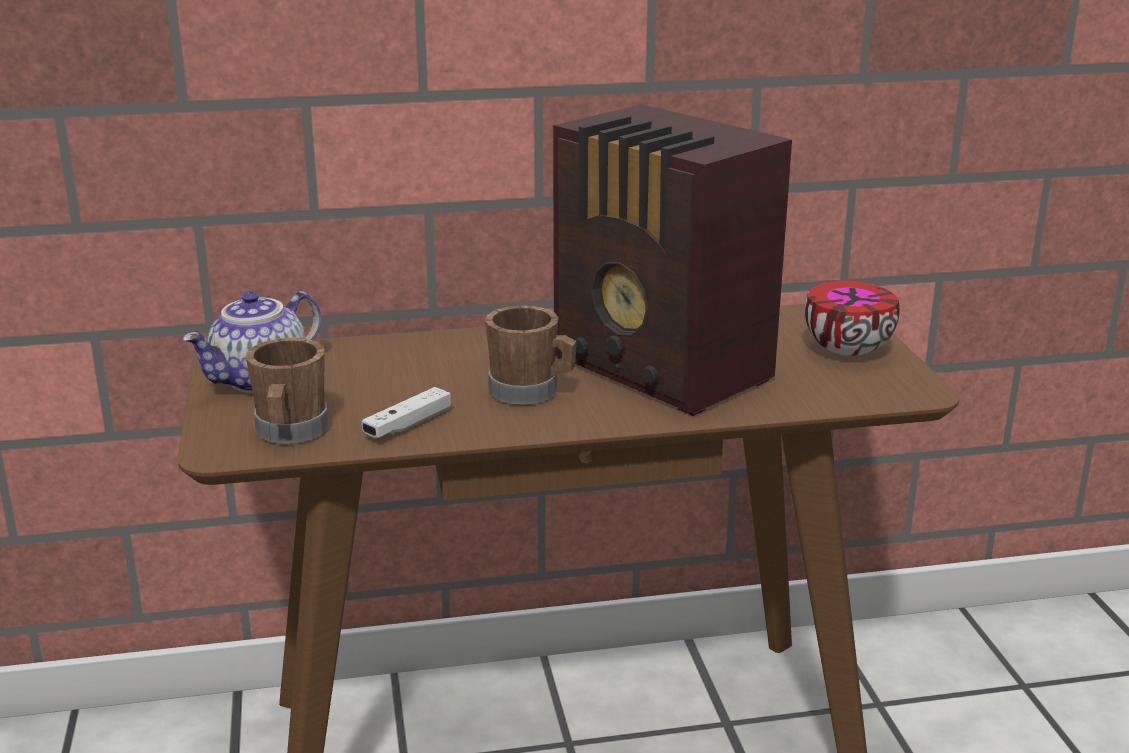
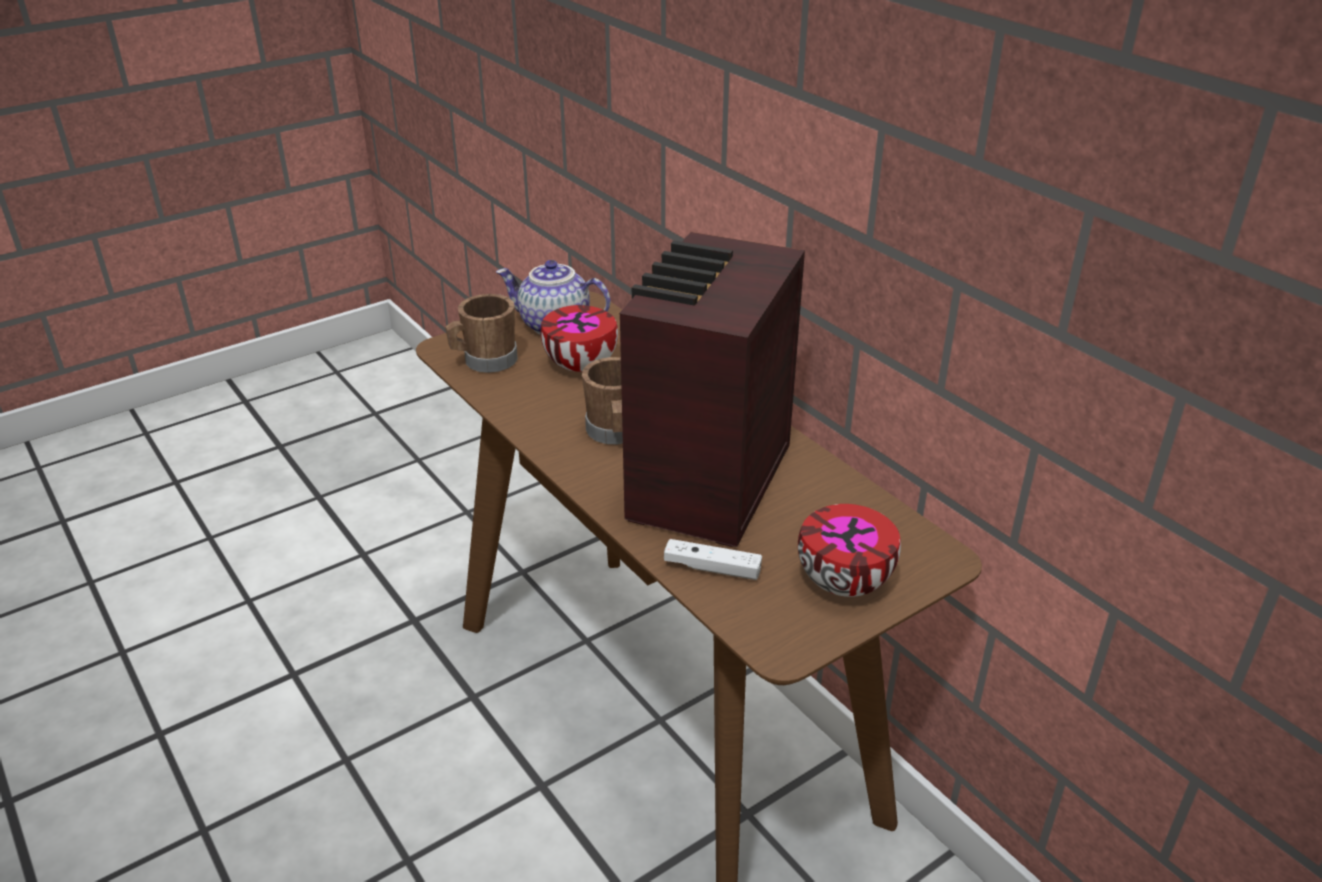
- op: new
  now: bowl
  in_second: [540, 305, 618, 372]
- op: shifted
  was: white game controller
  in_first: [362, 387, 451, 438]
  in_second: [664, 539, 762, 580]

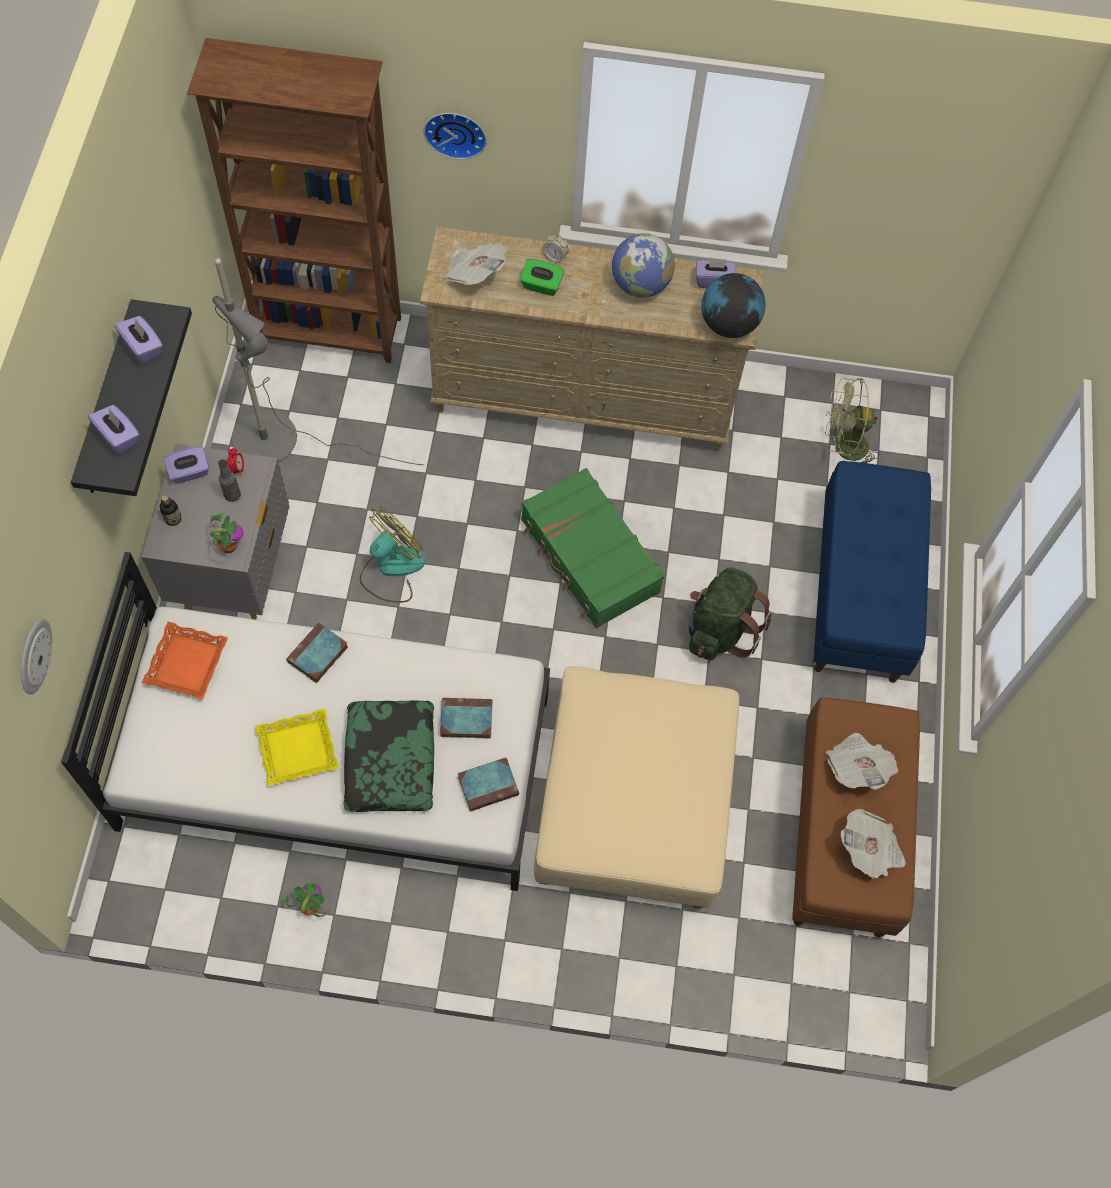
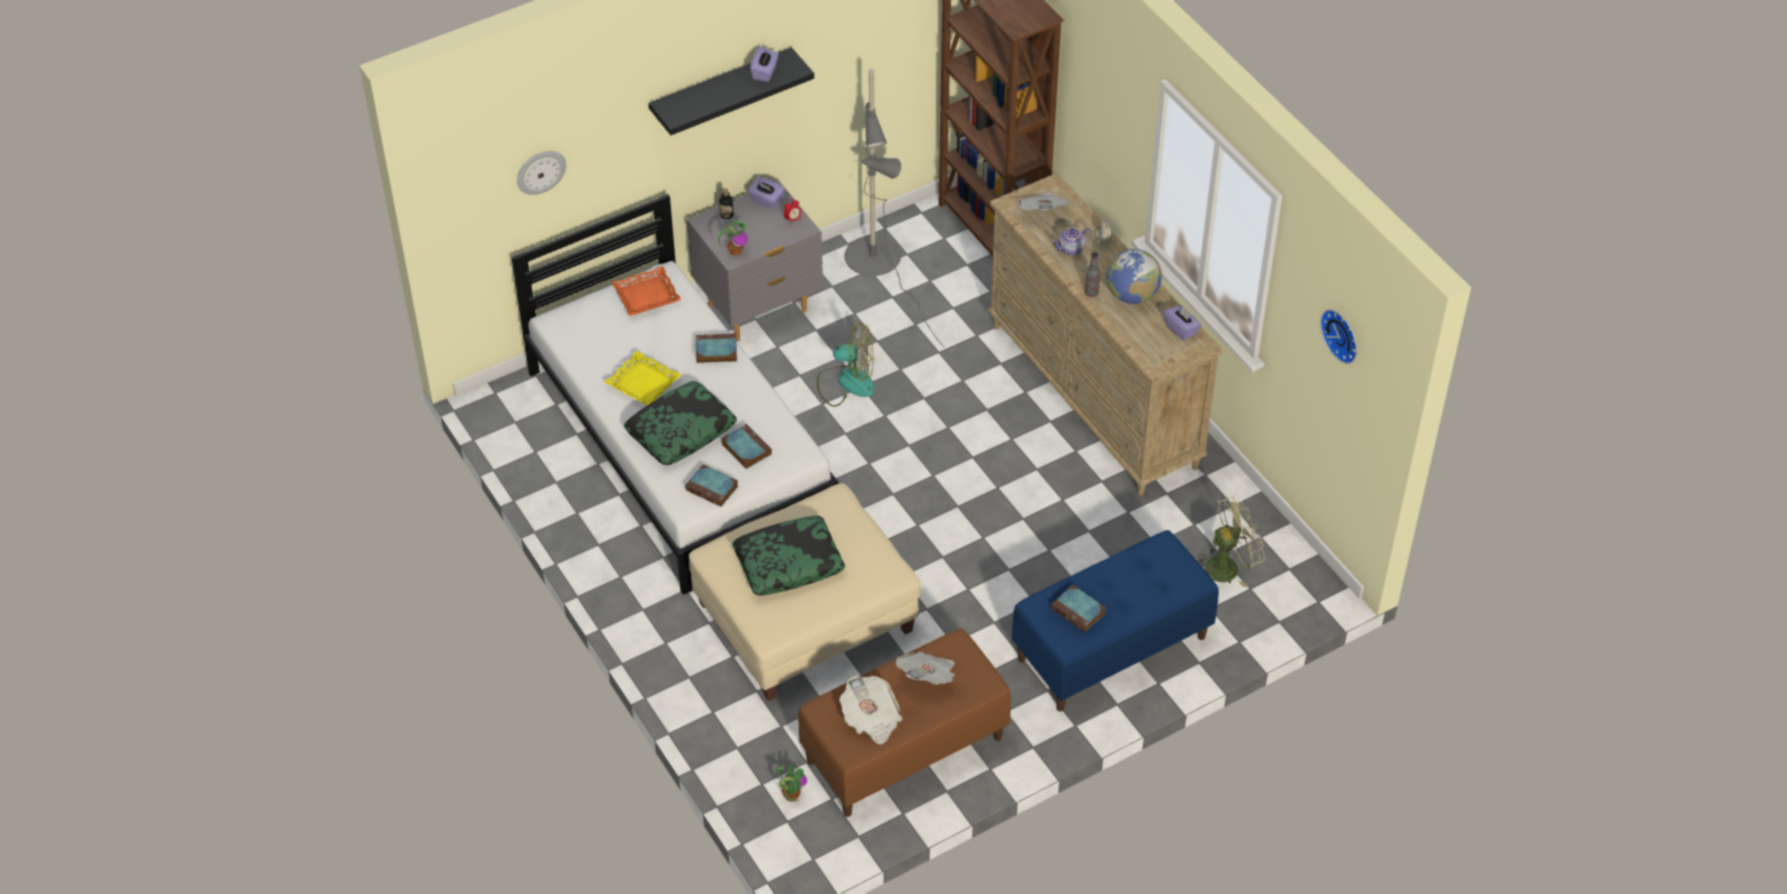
- op: new
  now: pillow
  in_second: [732, 516, 845, 596]
- op: shifted
  was: potted plant
  in_first: [284, 882, 332, 917]
  in_second: [776, 765, 807, 802]
- op: new
  now: book
  in_second: [1051, 585, 1106, 632]
- op: swapped
  was: green tissue box
  now: teapot
  in_first: [520, 259, 564, 296]
  in_second: [1052, 227, 1092, 256]
- op: shifted
  was: bottle
  in_first: [218, 459, 241, 502]
  in_second: [1085, 252, 1100, 297]
- op: rotated
  was: green fan
  in_first: [824, 378, 879, 463]
  in_second: [1198, 495, 1265, 587]
  clockwise: 105
- op: shifted
  was: wall clock
  in_first: [424, 113, 487, 159]
  in_second: [1320, 309, 1357, 364]
- op: gone
  was: purple tissue box
  in_first: [88, 405, 139, 455]
- op: gone
  was: green suitcase
  in_first: [521, 468, 665, 628]
- op: gone
  was: green backpack
  in_first: [688, 568, 772, 660]
- op: gone
  was: globe
  in_first: [701, 273, 766, 338]

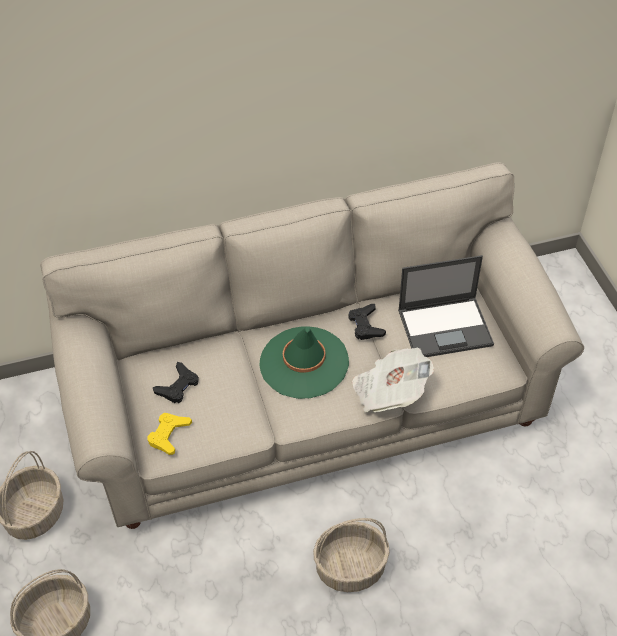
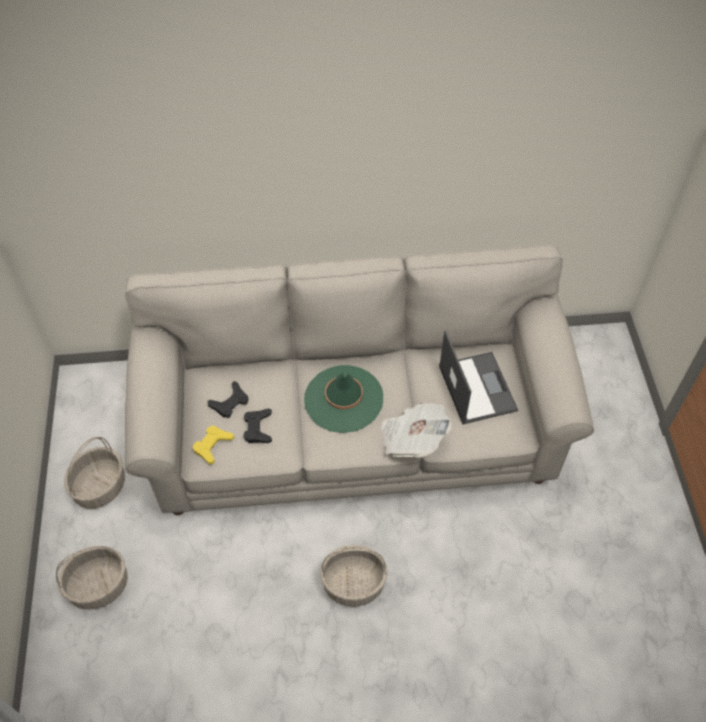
- op: shifted
  was: black game controller
  in_first: [348, 304, 386, 340]
  in_second: [243, 408, 272, 443]
- op: rotated
  was: laptop
  in_first: [398, 255, 494, 357]
  in_second: [439, 330, 518, 425]
  clockwise: -105

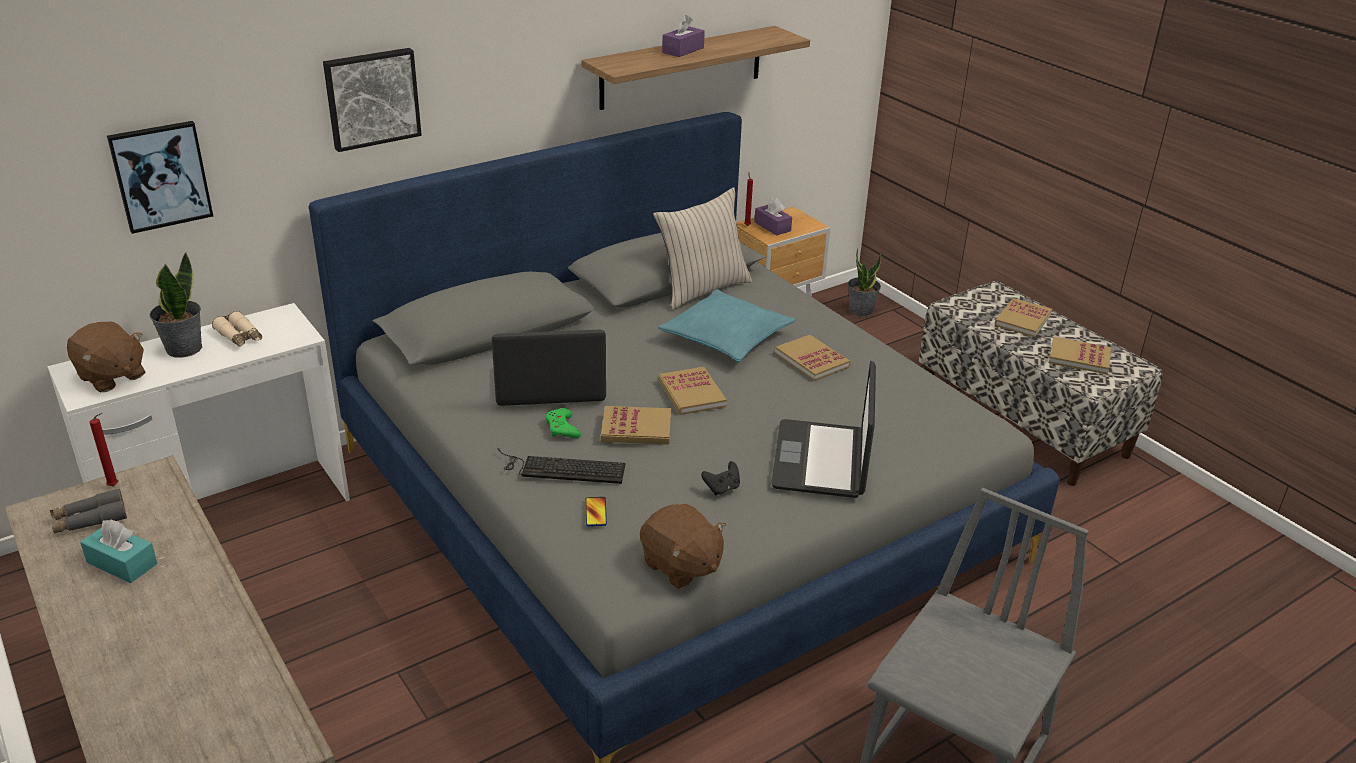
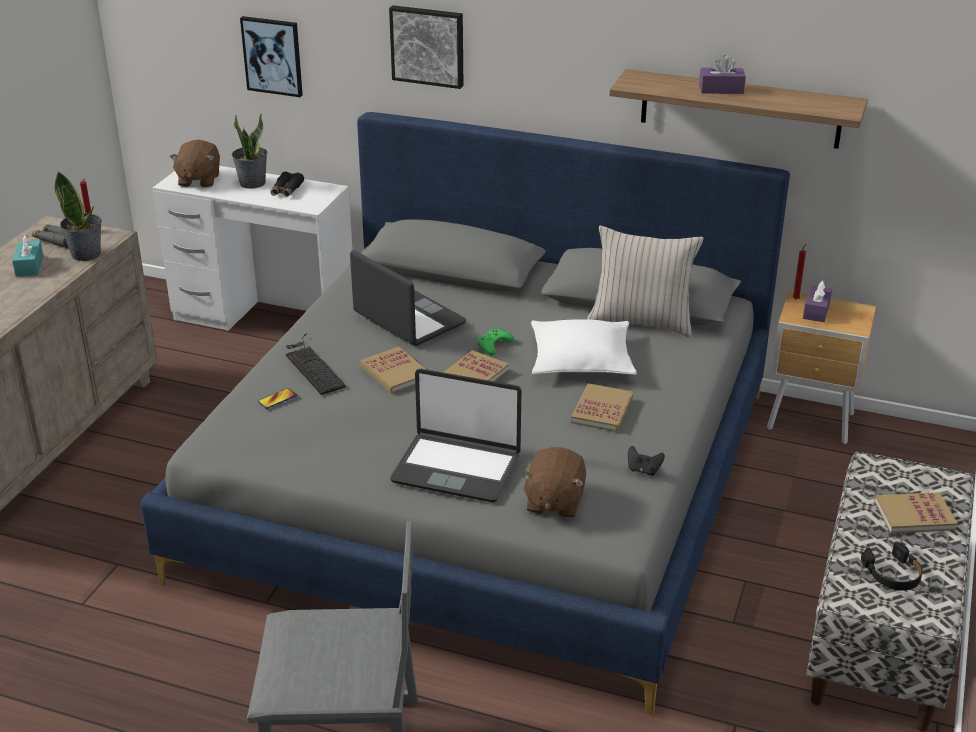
- op: shifted
  was: potted plant
  in_first: [848, 248, 881, 317]
  in_second: [54, 172, 102, 261]
- op: repainted
  was: beige binoculars
  now: black binoculars
  in_first: [212, 311, 262, 347]
  in_second: [270, 171, 304, 197]
- op: rotated
  was: laptop
  in_first: [771, 361, 876, 498]
  in_second: [391, 369, 521, 502]
  clockwise: -135
- op: shifted
  was: green game controller
  in_first: [546, 408, 581, 438]
  in_second: [477, 329, 514, 356]
- op: shifted
  was: brown plush toy
  in_first: [640, 503, 726, 589]
  in_second: [521, 447, 586, 518]
- op: repainted
  was: turquoise pillow
  now: white pillow
  in_first: [658, 289, 795, 362]
  in_second: [531, 319, 637, 375]
- op: shifted
  was: black game controller
  in_first: [701, 461, 740, 495]
  in_second: [628, 446, 665, 476]
- op: swapped
  was: book
  now: black headphones
  in_first: [1049, 337, 1111, 374]
  in_second: [861, 542, 923, 591]

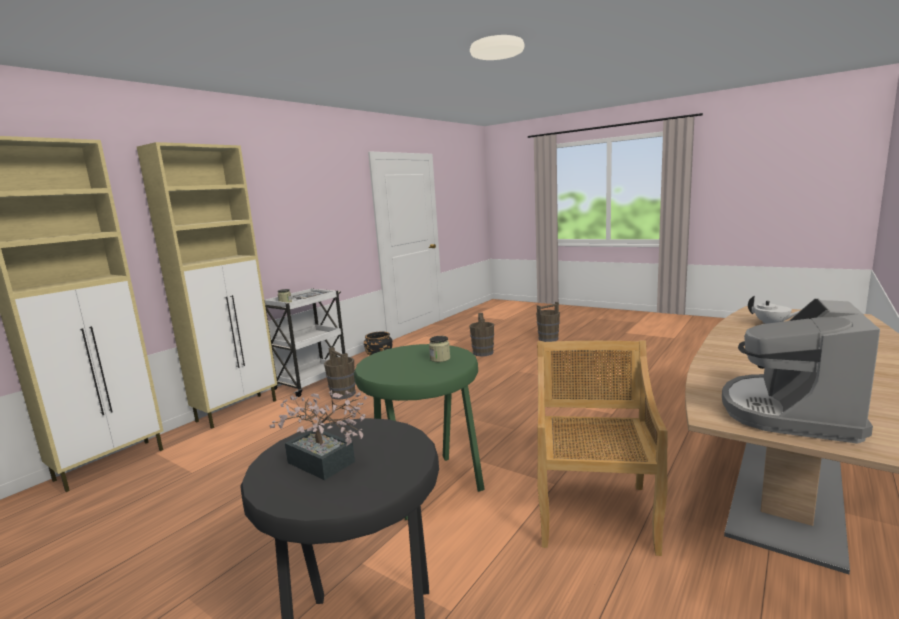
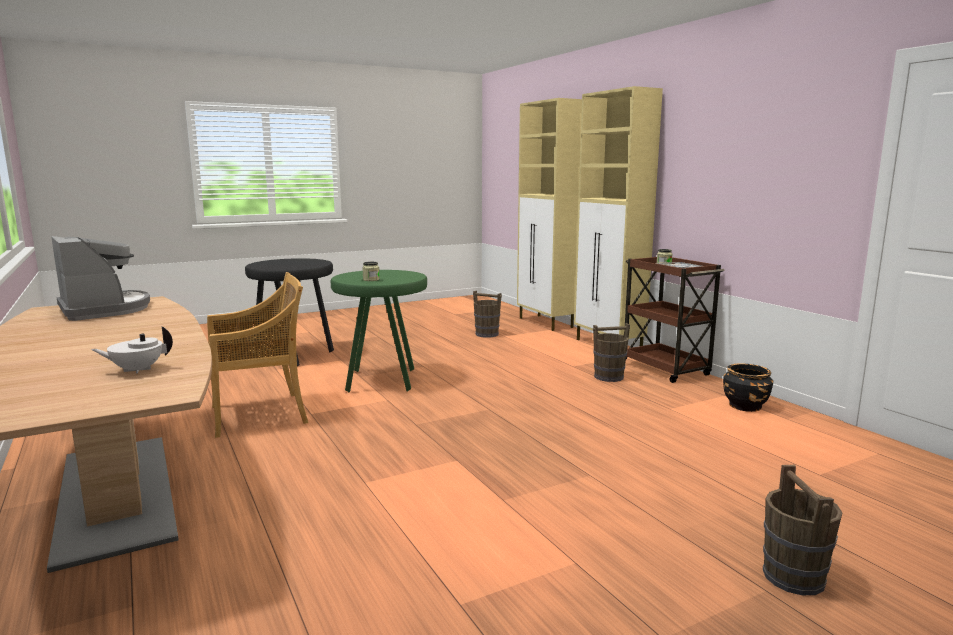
- op: rotated
  was: beige chair
  in_first: [537, 340, 668, 556]
  in_second: [207, 272, 309, 438]
  clockwise: -60
- op: shifted
  was: brown bucket
  in_first: [470, 313, 494, 356]
  in_second: [473, 291, 502, 338]
- op: repainted
  was: white cart
  now: brown cart
  in_first: [264, 288, 345, 397]
  in_second: [624, 257, 725, 383]
- op: gone
  was: potted plant
  in_first: [269, 390, 368, 480]

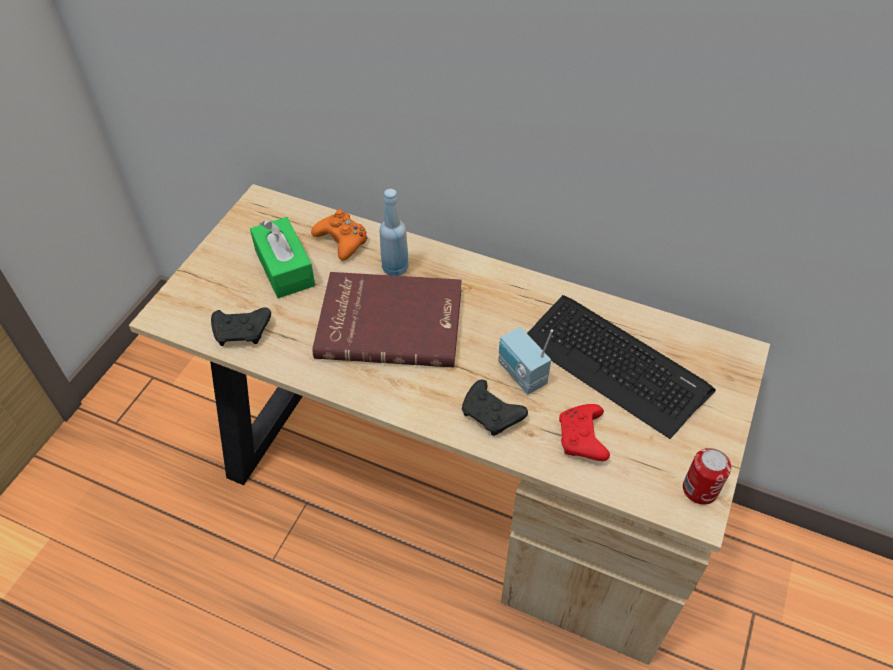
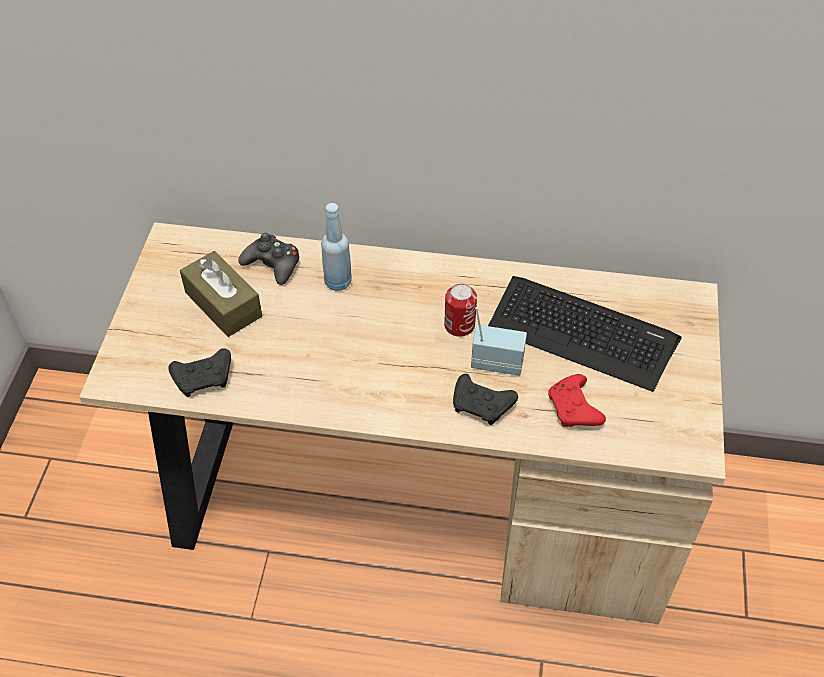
- op: repainted
  was: green tissue box
  now: brown tissue box
  in_first: [250, 217, 315, 298]
  in_second: [180, 251, 262, 337]
- op: repainted
  was: orange game controller
  now: black game controller
  in_first: [311, 209, 368, 261]
  in_second: [238, 233, 299, 285]
- op: shifted
  was: can
  in_first: [683, 448, 731, 505]
  in_second: [444, 283, 477, 337]
- op: rotated
  was: radio
  in_first: [499, 327, 553, 394]
  in_second: [471, 307, 527, 376]
  clockwise: 150
- op: gone
  was: red book
  in_first: [313, 272, 462, 368]

